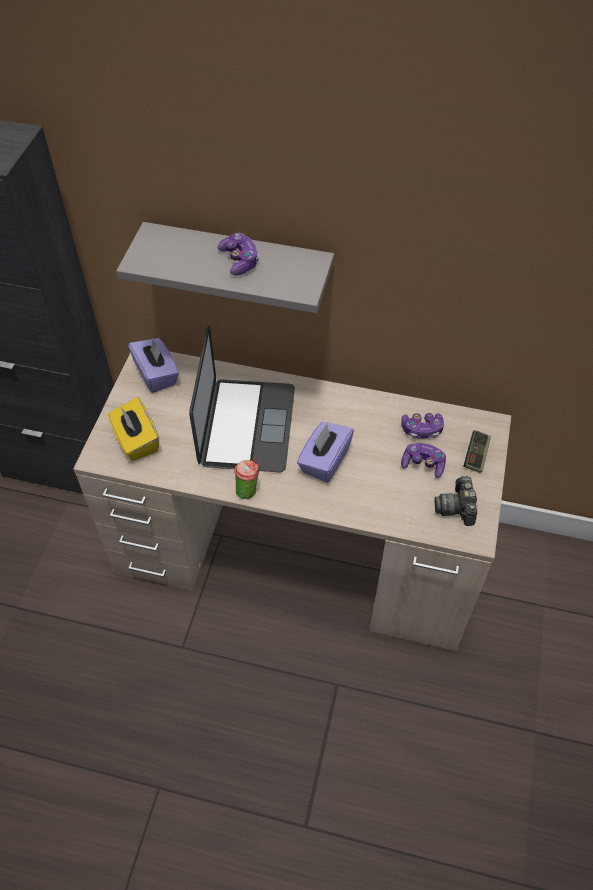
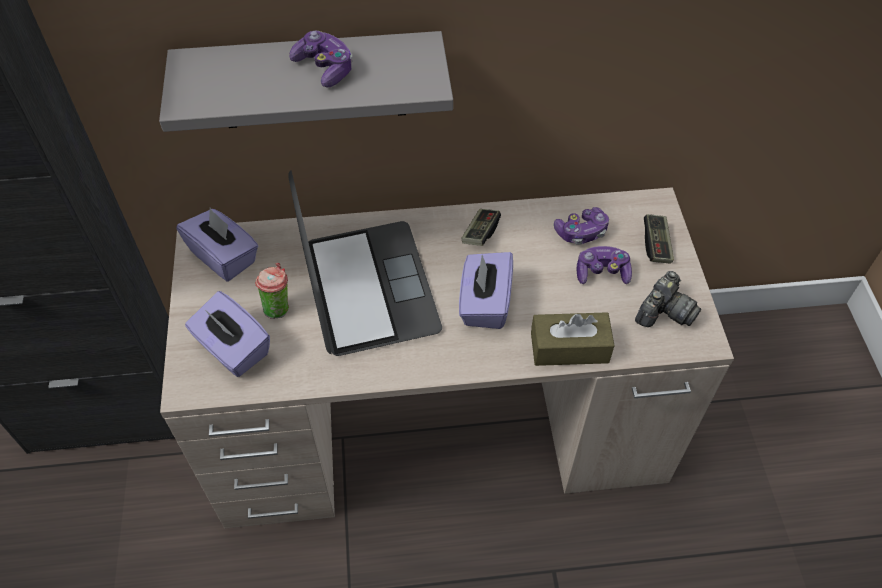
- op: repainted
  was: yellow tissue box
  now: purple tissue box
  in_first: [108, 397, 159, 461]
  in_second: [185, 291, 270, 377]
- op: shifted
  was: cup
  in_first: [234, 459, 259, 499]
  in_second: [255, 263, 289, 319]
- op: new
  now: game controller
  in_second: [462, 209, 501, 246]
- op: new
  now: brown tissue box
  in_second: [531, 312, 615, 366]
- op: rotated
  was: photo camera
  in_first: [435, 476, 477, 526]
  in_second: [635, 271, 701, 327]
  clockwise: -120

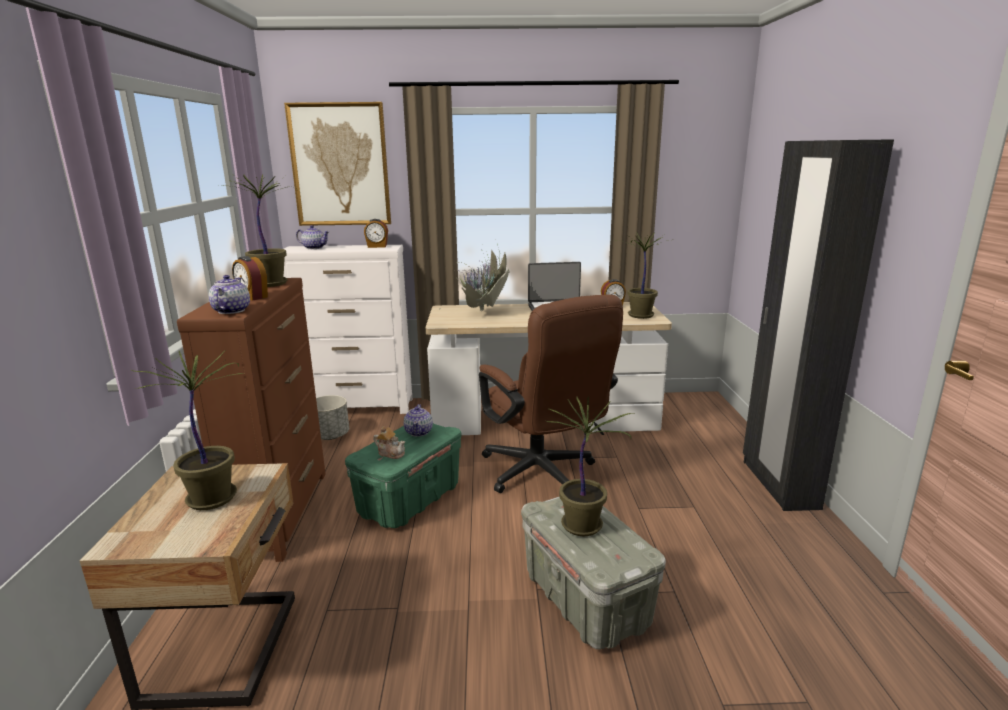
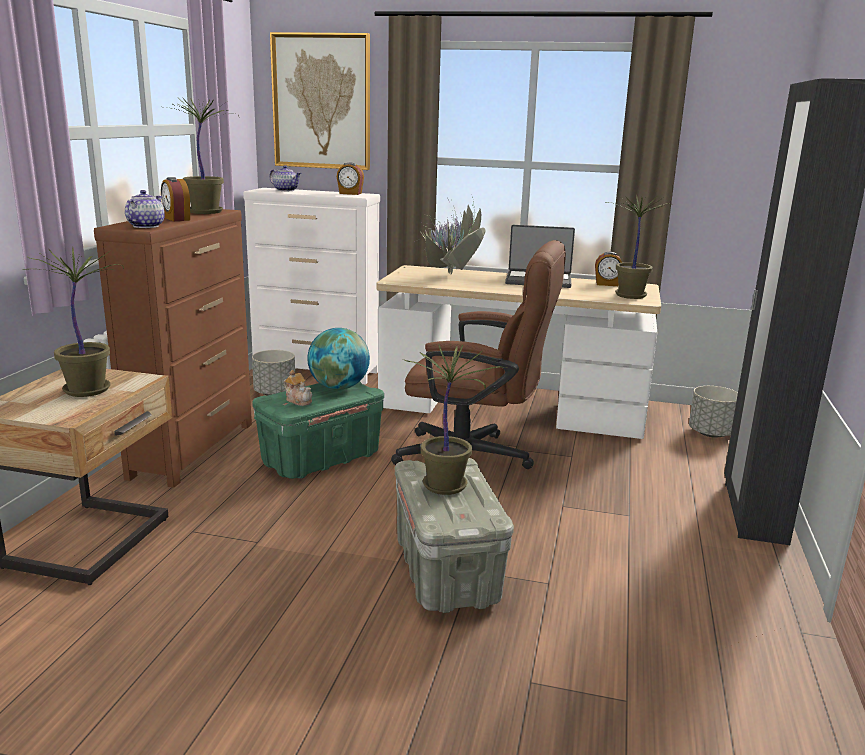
- op: swapped
  was: teapot
  now: globe
  in_first: [404, 404, 433, 437]
  in_second: [307, 328, 370, 390]
- op: rotated
  was: brown office chair
  in_first: [479, 294, 623, 493]
  in_second: [391, 240, 566, 469]
  clockwise: -60
- op: new
  now: grey planter
  in_second: [689, 386, 738, 438]

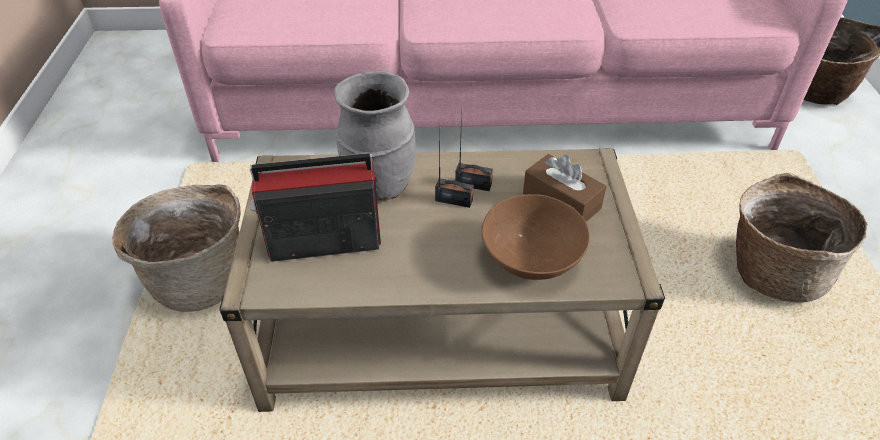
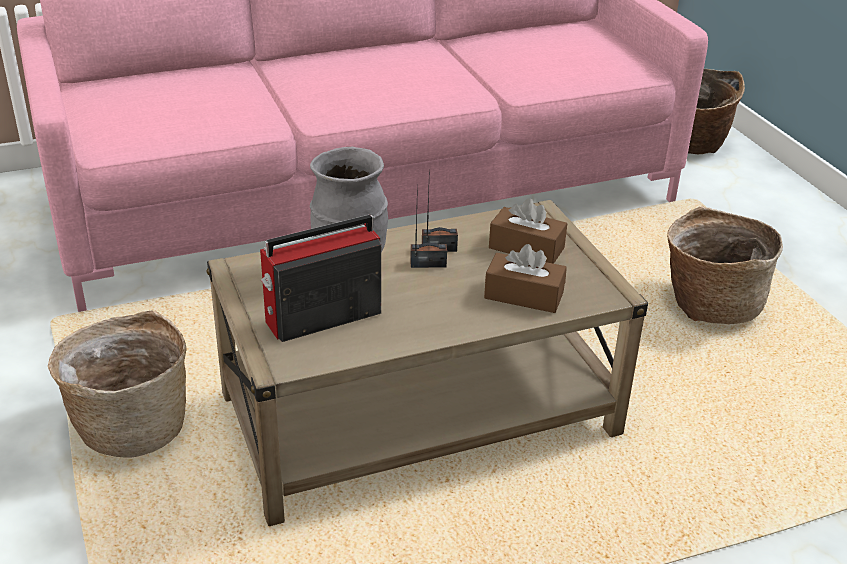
- op: swapped
  was: brown bowl
  now: brown tissue box
  in_first: [481, 194, 590, 280]
  in_second: [484, 244, 567, 313]

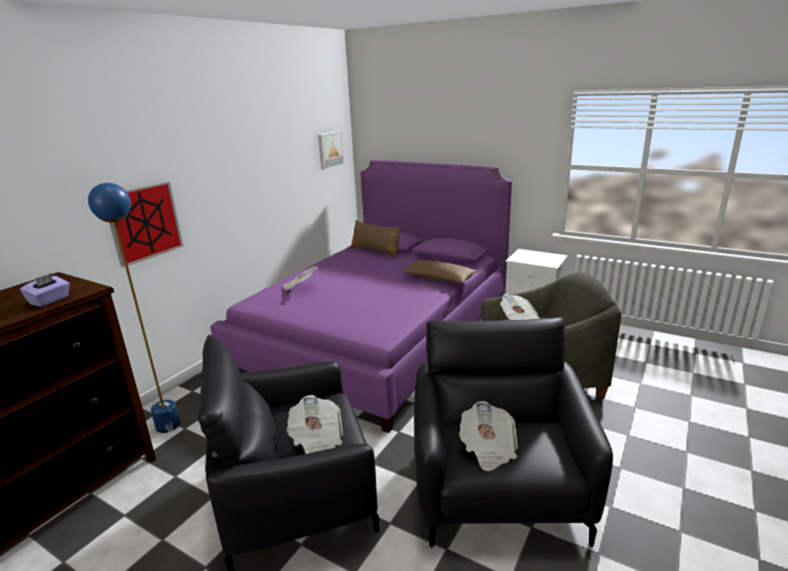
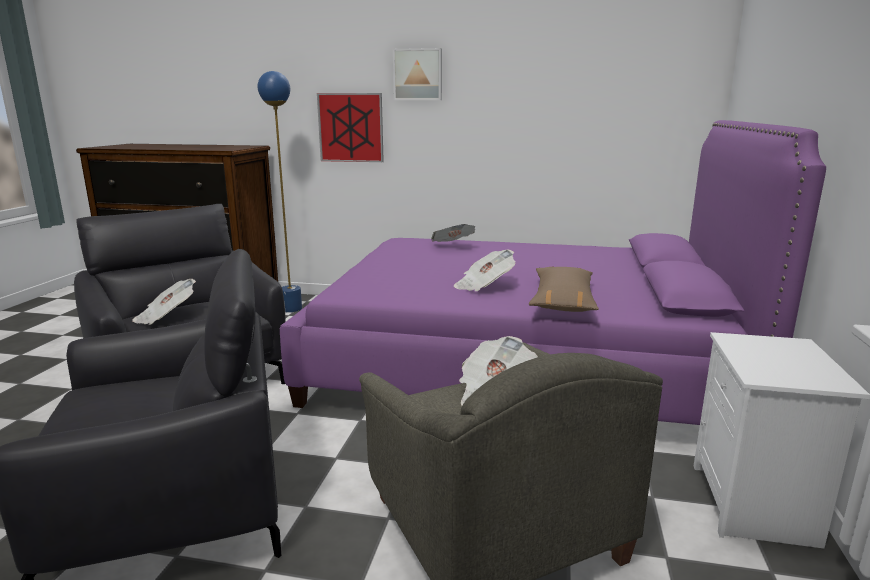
- op: shifted
  was: picture
  in_first: [318, 131, 344, 170]
  in_second: [393, 48, 442, 100]
- op: shifted
  was: newspaper
  in_first: [459, 401, 518, 471]
  in_second: [454, 250, 516, 291]
- op: gone
  was: purple tissue box
  in_first: [20, 273, 70, 307]
- op: gone
  was: brown pillow
  in_first: [350, 220, 402, 258]

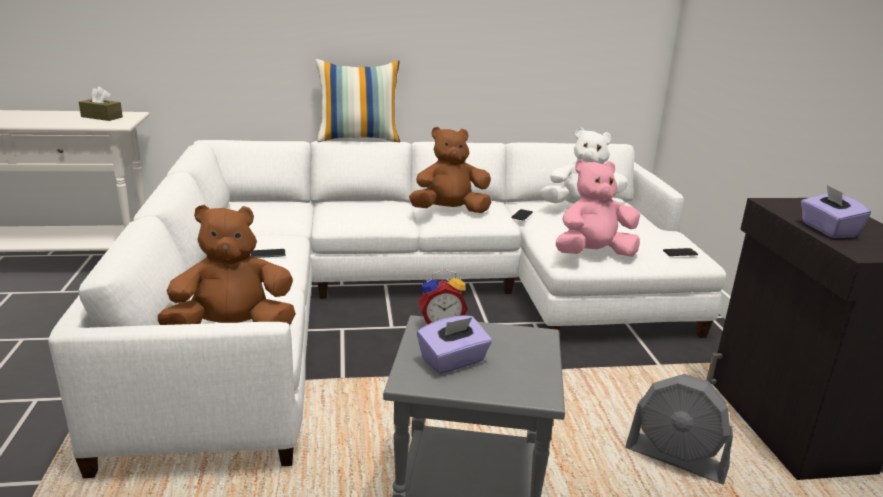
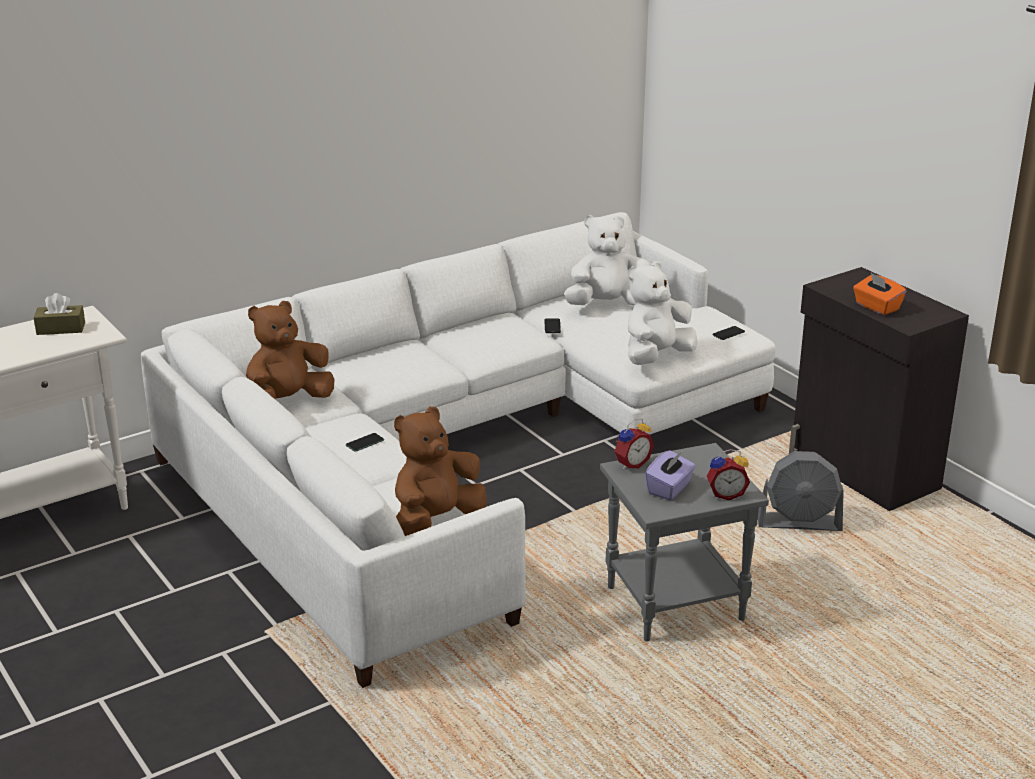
- op: shifted
  was: brown plush toy
  in_first: [409, 127, 491, 213]
  in_second: [246, 301, 335, 400]
- op: repainted
  was: pink plush toy
  now: white plush toy
  in_first: [556, 160, 640, 256]
  in_second: [628, 261, 698, 365]
- op: new
  now: alarm clock
  in_second: [707, 449, 750, 501]
- op: repainted
  was: purple tissue box
  now: orange tissue box
  in_first: [801, 185, 871, 238]
  in_second: [853, 273, 906, 315]
- op: gone
  was: pillow
  in_first: [315, 59, 400, 142]

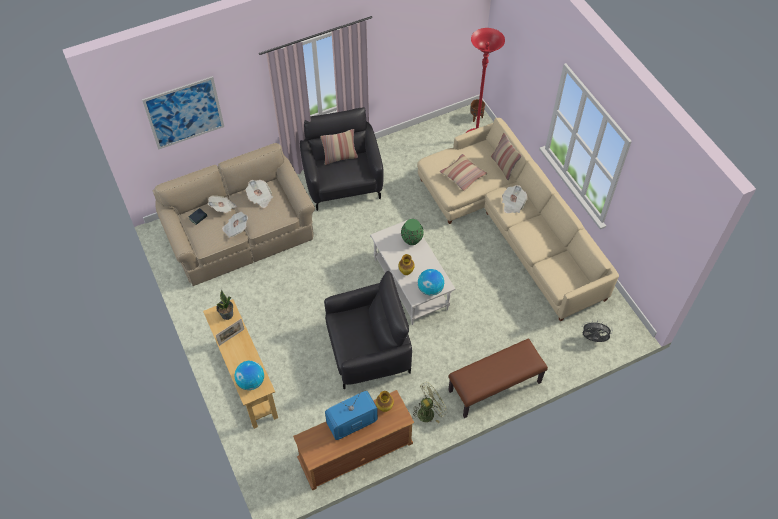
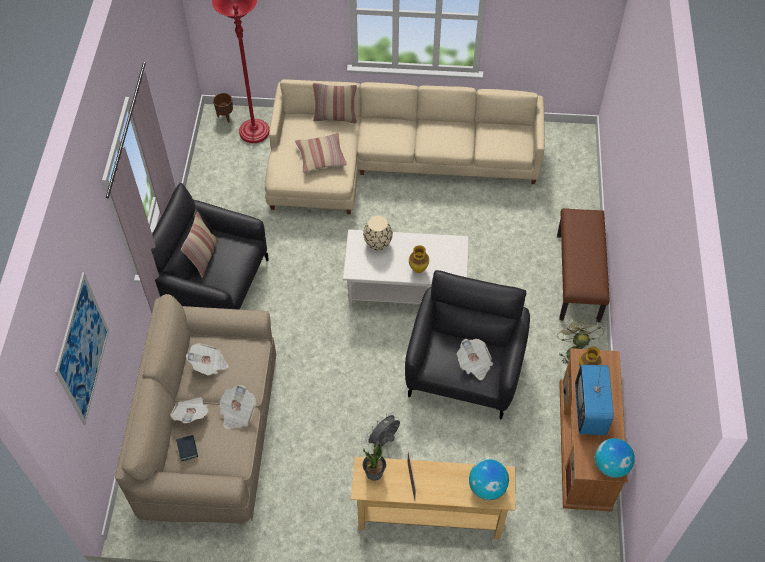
- op: repainted
  was: green vase
  now: beige vase
  in_first: [401, 219, 424, 245]
  in_second: [363, 216, 393, 250]
- op: shifted
  was: grey fan
  in_first: [581, 320, 613, 342]
  in_second: [365, 412, 400, 448]
- op: shifted
  was: newspaper
  in_first: [502, 185, 528, 213]
  in_second: [457, 339, 493, 380]
- op: shifted
  was: globe
  in_first: [418, 269, 444, 296]
  in_second: [595, 438, 635, 478]

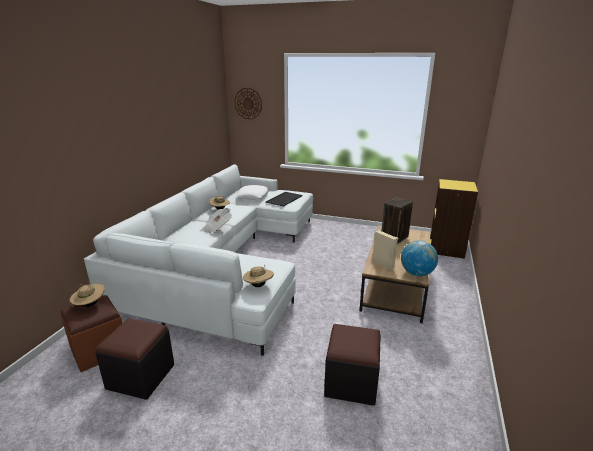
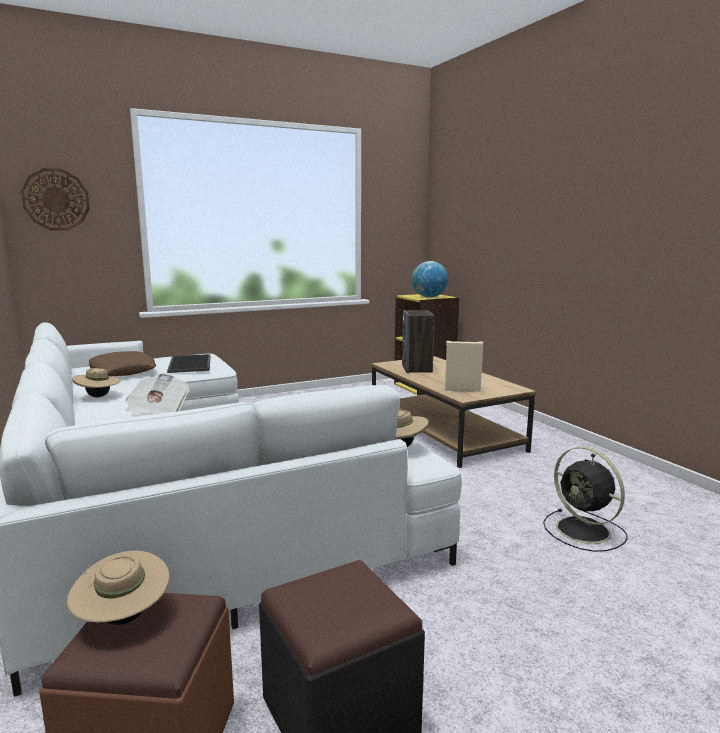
- op: repainted
  was: white pillow
  now: brown pillow
  in_first: [237, 185, 269, 200]
  in_second: [89, 351, 156, 376]
- op: shifted
  was: globe
  in_first: [401, 241, 438, 276]
  in_second: [412, 261, 448, 298]
- op: swapped
  was: black ottoman
  now: black fan
  in_first: [324, 324, 381, 406]
  in_second: [543, 447, 627, 552]

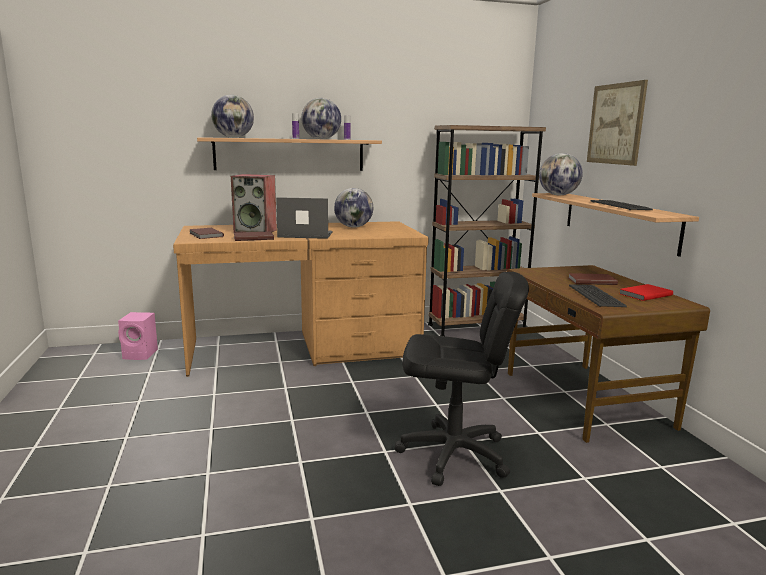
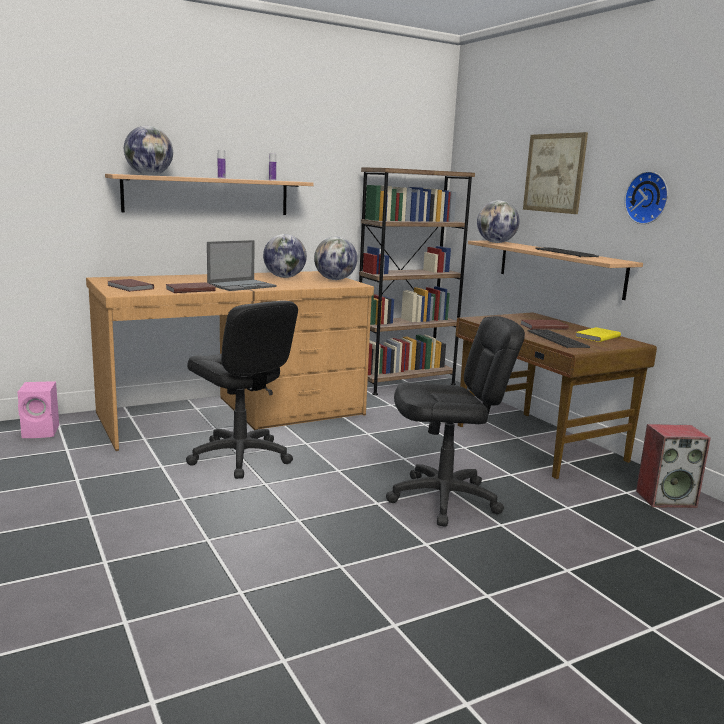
- op: new
  now: black office chair
  in_second: [186, 300, 298, 479]
- op: rotated
  was: laptop
  in_first: [276, 197, 333, 239]
  in_second: [207, 240, 277, 291]
  clockwise: 150
- op: shifted
  was: globe
  in_first: [301, 98, 341, 139]
  in_second: [314, 236, 357, 280]
- op: repainted
  was: red book
  now: yellow book
  in_first: [620, 284, 673, 301]
  in_second: [576, 327, 621, 342]
- op: new
  now: wall clock
  in_second: [624, 171, 668, 224]
- op: shifted
  was: speaker
  in_first: [231, 174, 277, 233]
  in_second: [636, 424, 711, 508]

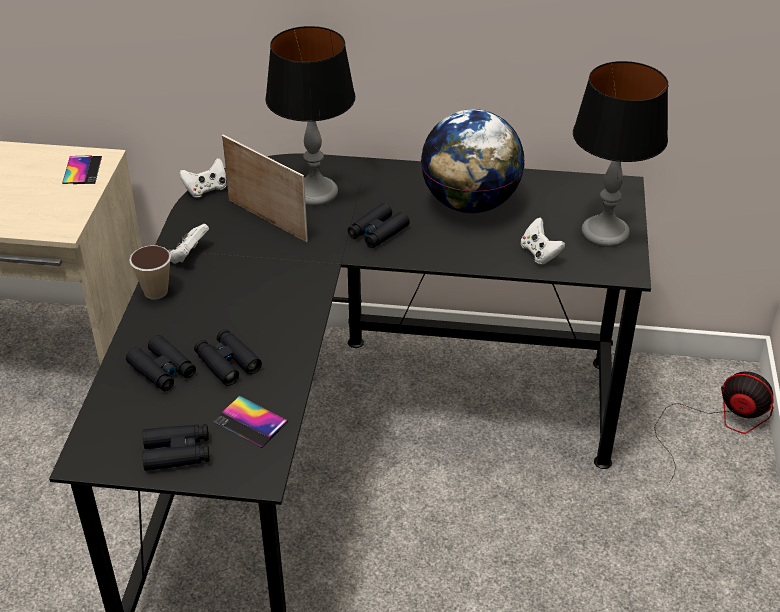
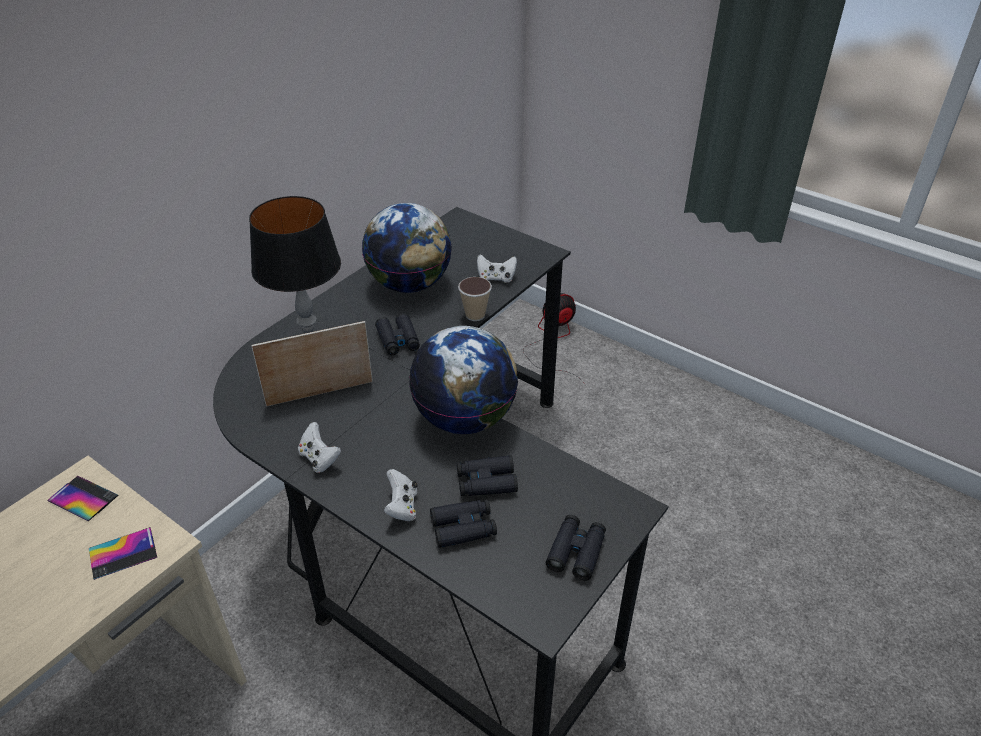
- op: shifted
  was: phone
  in_first: [213, 396, 288, 448]
  in_second: [89, 527, 157, 580]
- op: shifted
  was: white game controller
  in_first: [179, 158, 227, 198]
  in_second: [383, 469, 418, 521]
- op: new
  now: globe
  in_second: [409, 326, 518, 434]
- op: shifted
  was: cup
  in_first: [129, 246, 171, 299]
  in_second: [458, 277, 492, 321]
- op: gone
  was: table lamp
  in_first: [573, 61, 668, 247]

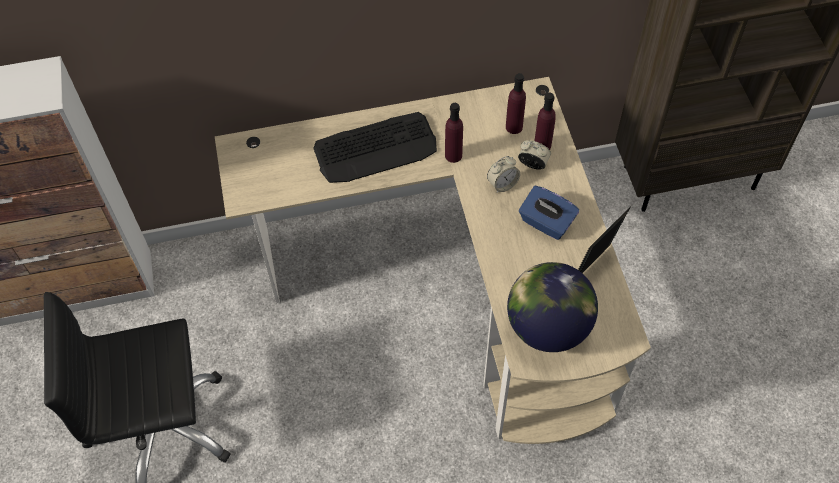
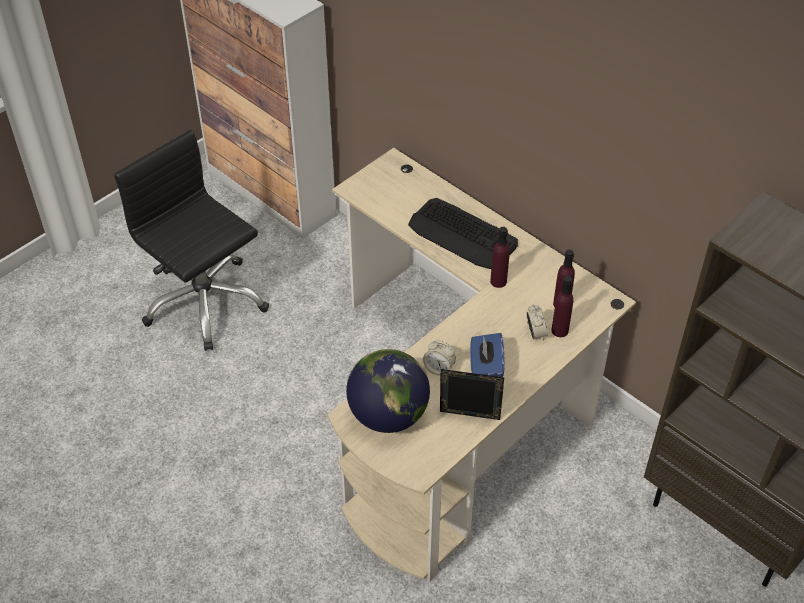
- op: shifted
  was: alarm clock
  in_first: [487, 156, 520, 193]
  in_second: [423, 340, 456, 376]

